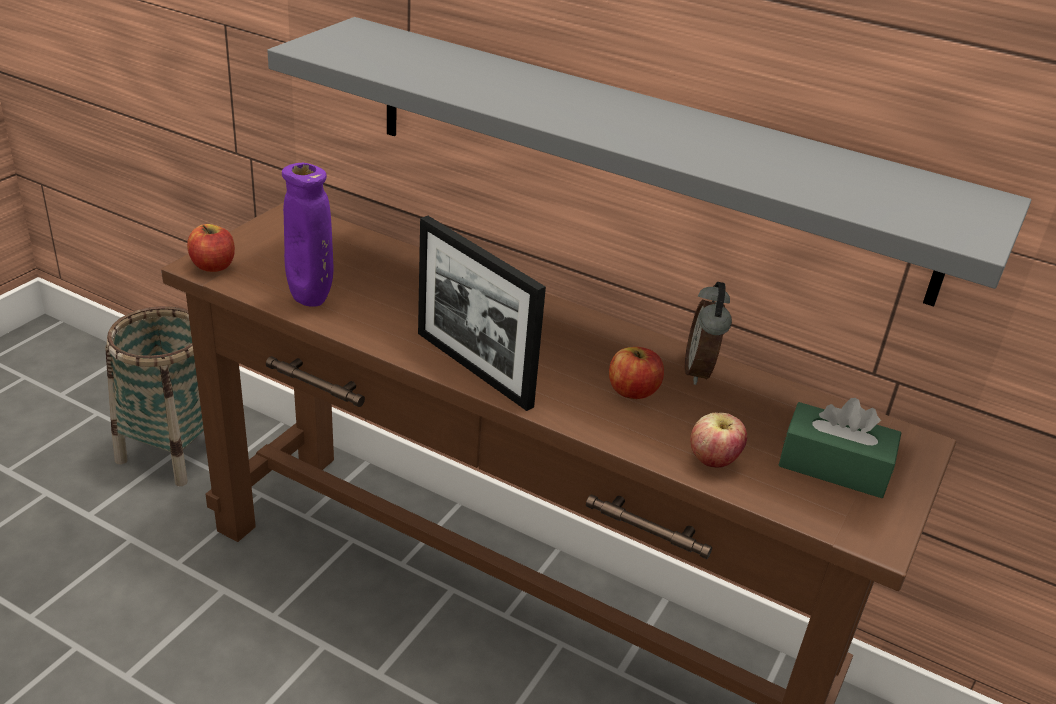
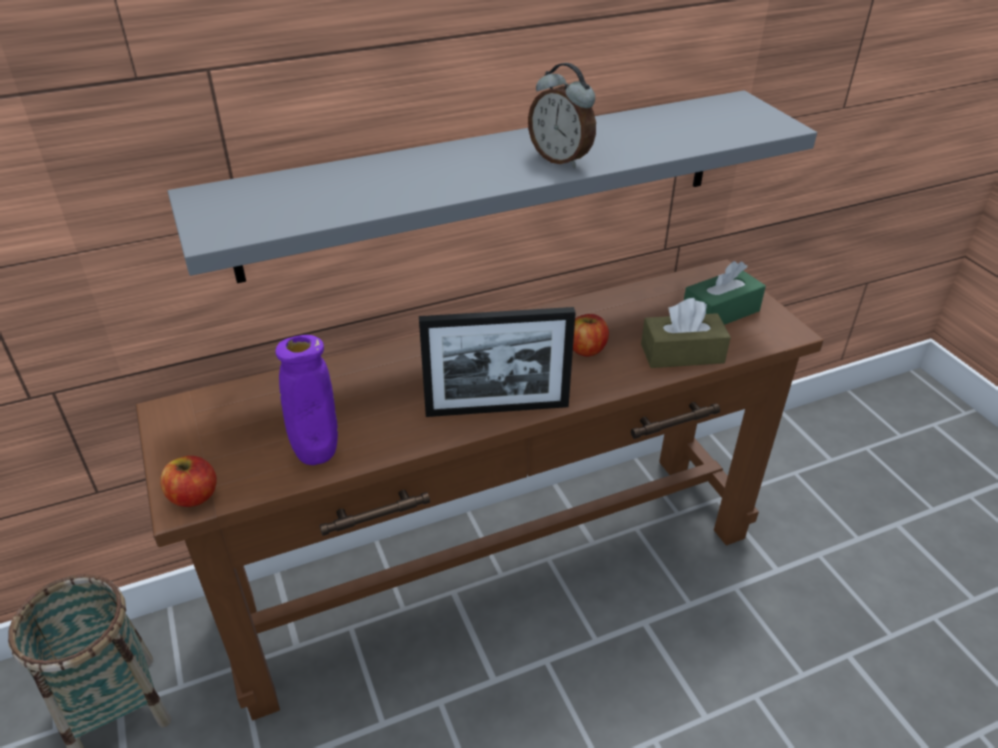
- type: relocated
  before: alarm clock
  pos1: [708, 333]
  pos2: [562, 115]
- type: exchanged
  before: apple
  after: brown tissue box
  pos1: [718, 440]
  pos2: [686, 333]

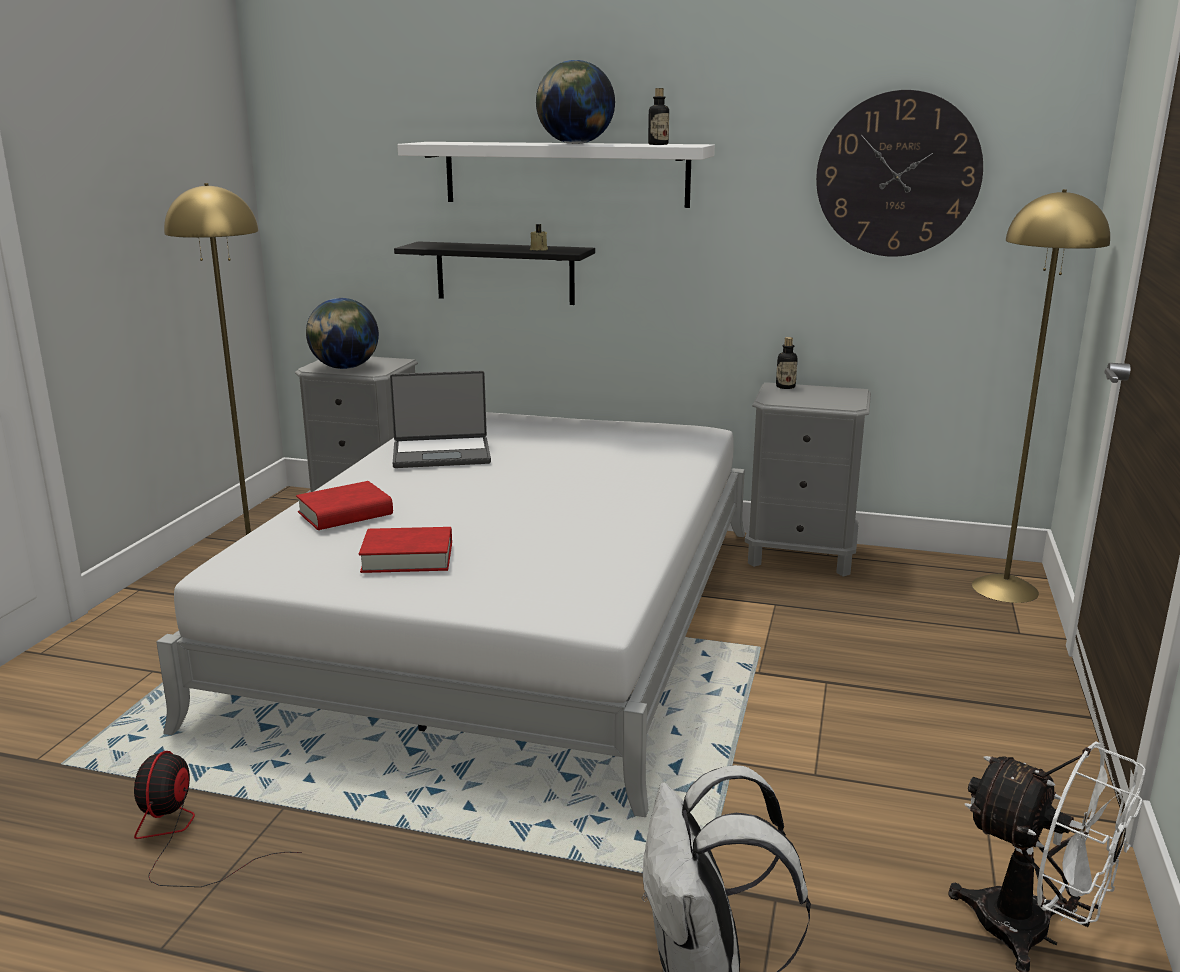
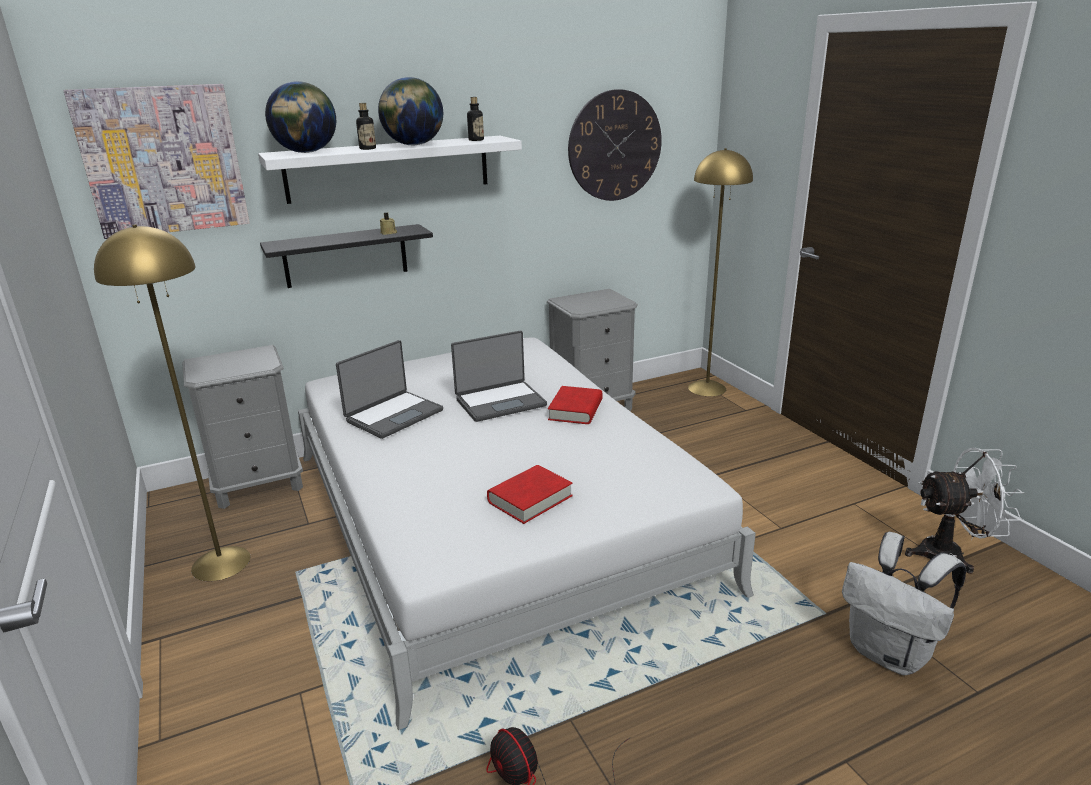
- type: relocated
  before: red book
  pos1: [344, 505]
  pos2: [575, 405]
- type: relocated
  before: globe
  pos1: [342, 333]
  pos2: [300, 117]
- type: relocated
  before: bottle
  pos1: [786, 363]
  pos2: [366, 126]
- type: appeared
  after: picture
  pos2: [157, 161]
- type: appeared
  after: laptop
  pos2: [499, 376]

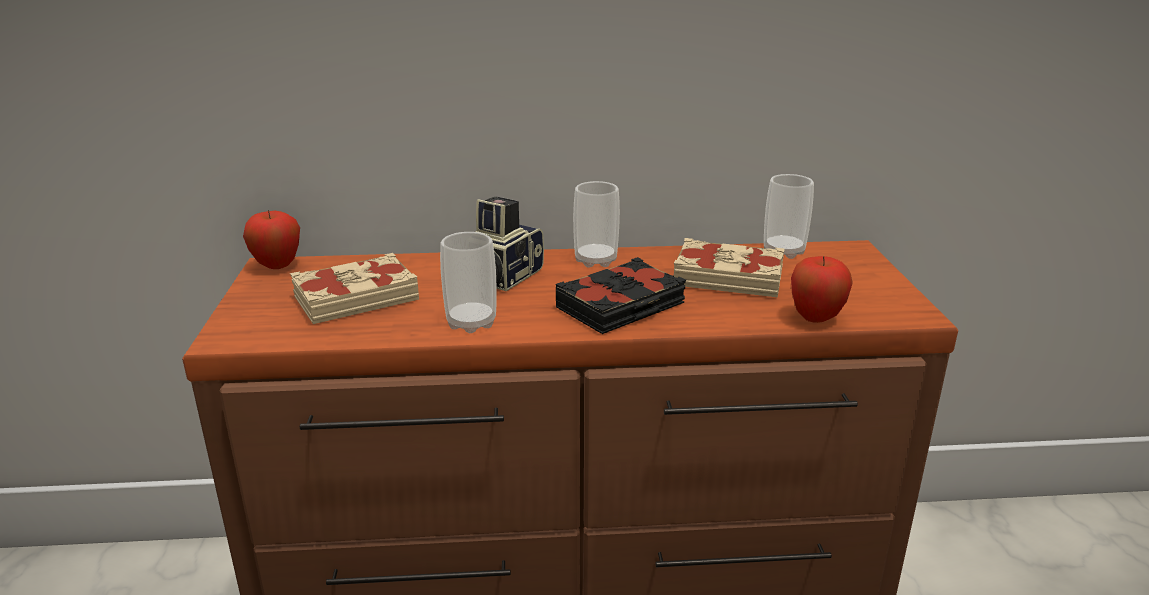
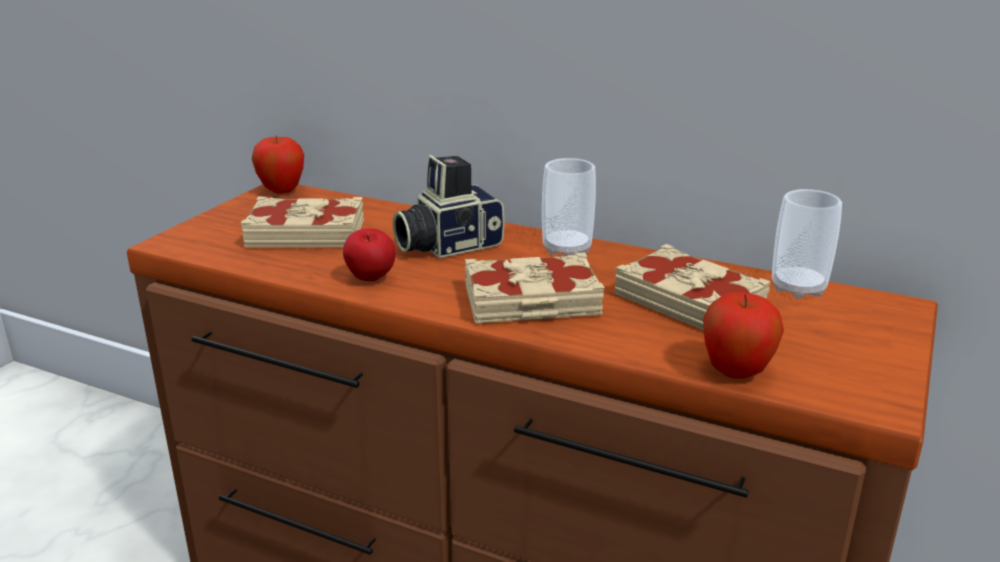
- type: exchanged
  before: cup
  after: apple
  pos1: [468, 282]
  pos2: [369, 254]
- type: colour
  before: black book
  after: beige book
  pos1: [621, 295]
  pos2: [535, 287]

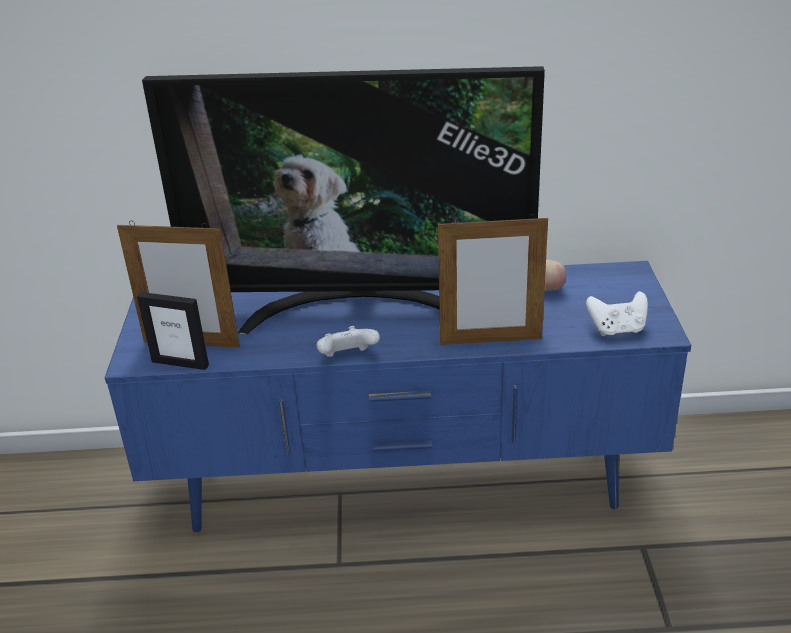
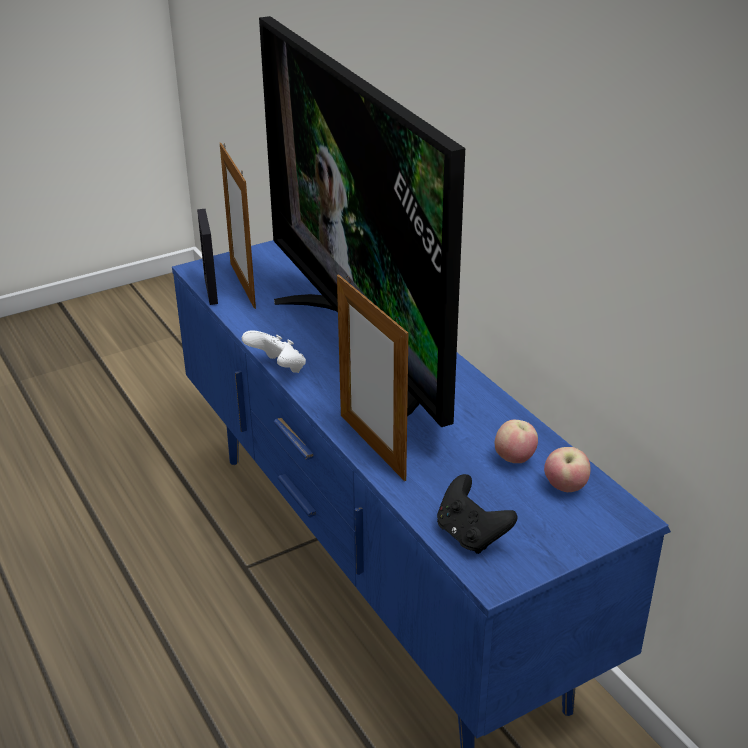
- type: colour
  before: white game controller
  after: black game controller
  pos1: [617, 313]
  pos2: [477, 514]
- type: appeared
  after: apple
  pos2: [567, 469]

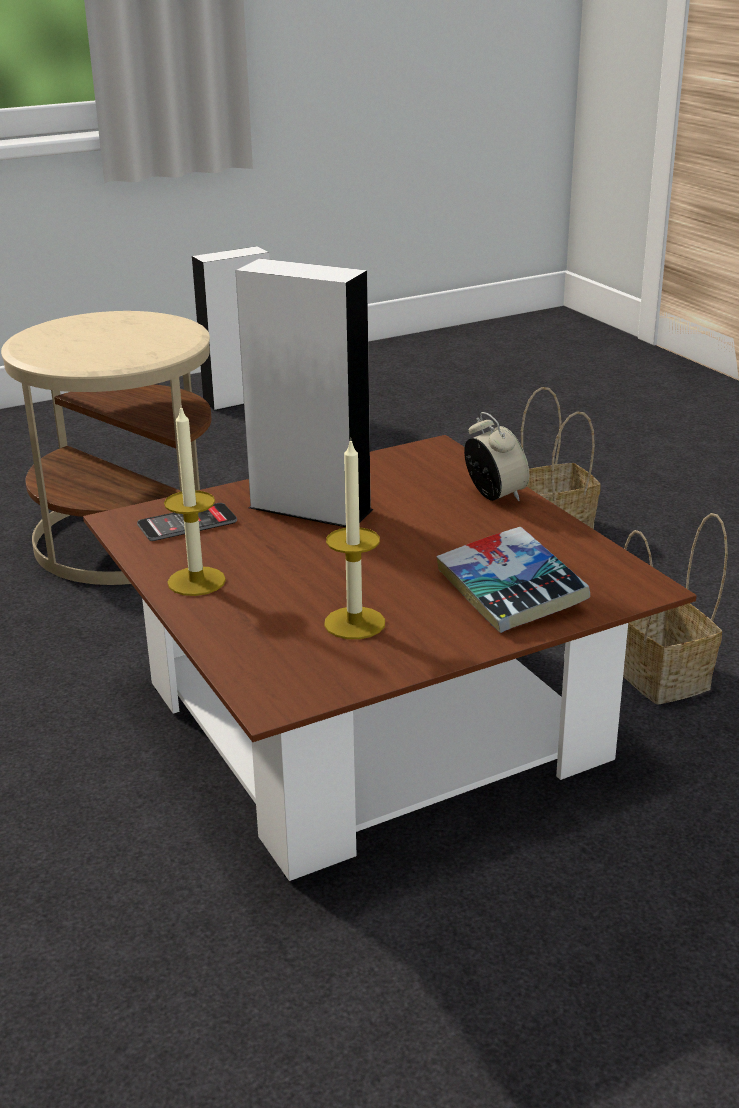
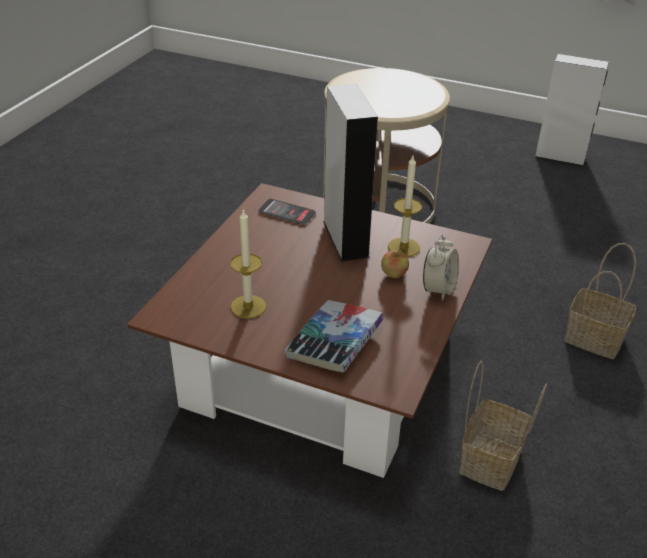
- type: relocated
  before: candle
  pos1: [195, 500]
  pos2: [405, 206]
- type: appeared
  after: apple
  pos2: [395, 263]

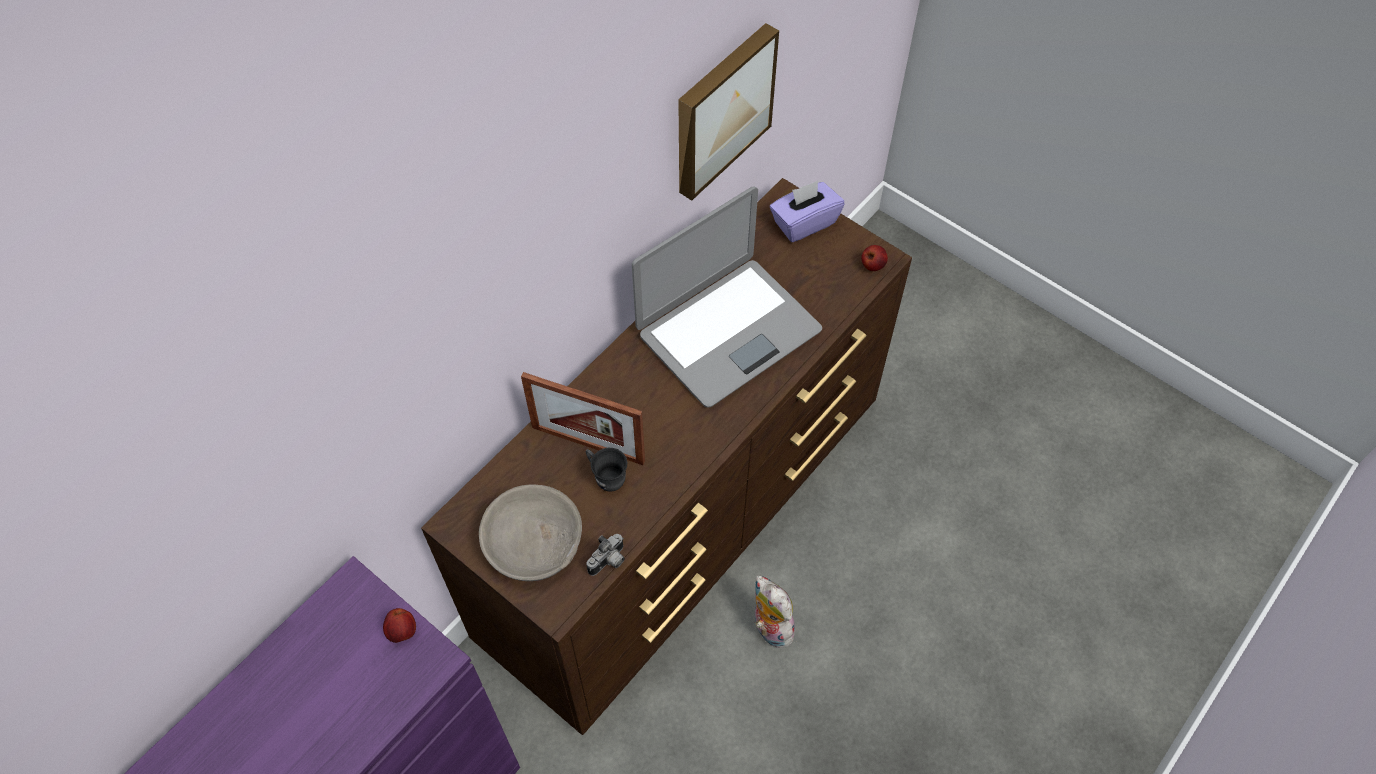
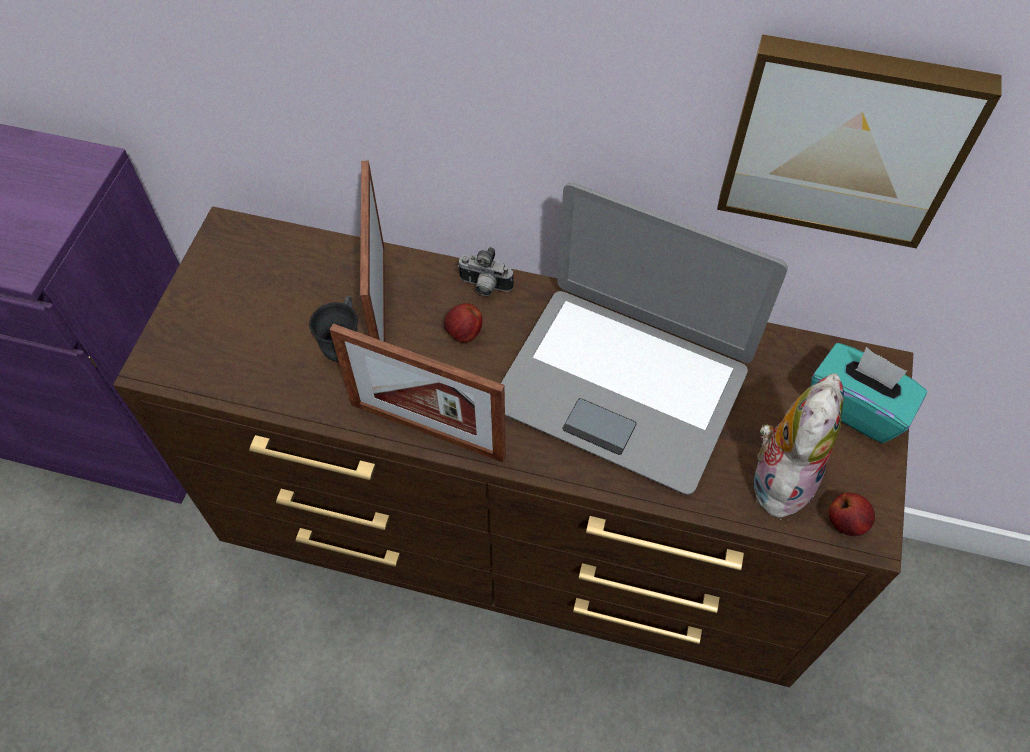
- type: relocated
  before: apple
  pos1: [399, 625]
  pos2: [463, 323]
- type: missing
  before: grey bowl
  pos1: [530, 532]
- type: relocated
  before: photo camera
  pos1: [605, 555]
  pos2: [485, 271]
- type: relocated
  before: plush toy
  pos1: [775, 611]
  pos2: [799, 449]
- type: colour
  before: purple tissue box
  after: turquoise tissue box
  pos1: [807, 211]
  pos2: [869, 393]
- type: appeared
  after: picture frame
  pos2: [417, 392]

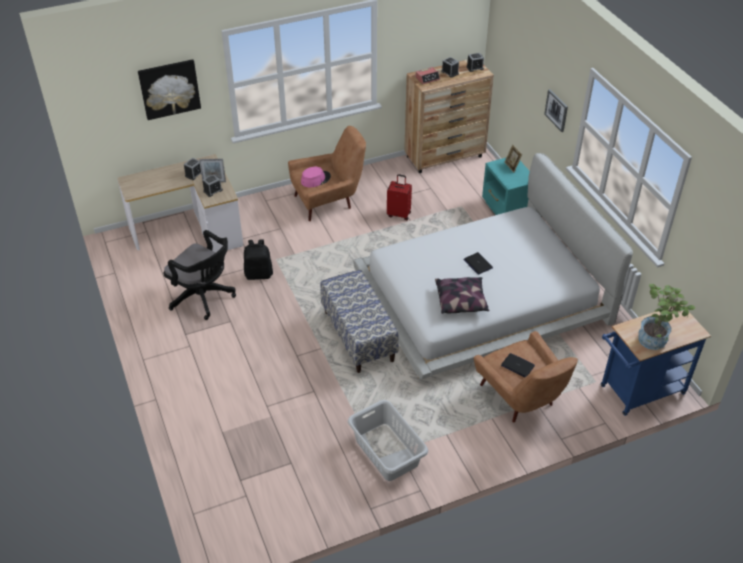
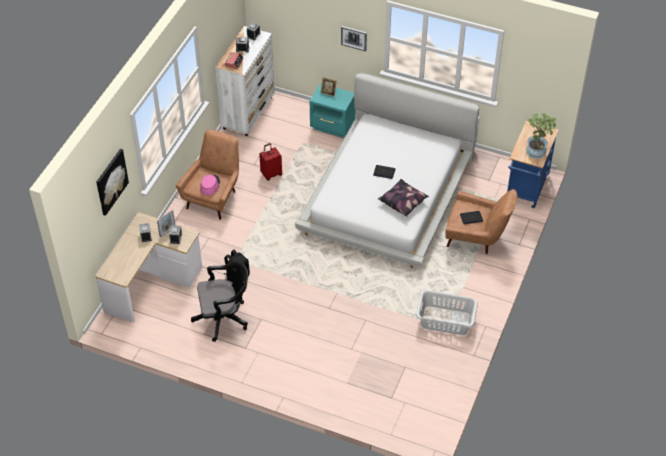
- type: missing
  before: bench
  pos1: [359, 321]
- type: colour
  before: brown dresser
  after: white dresser
  pos1: [449, 116]
  pos2: [245, 81]

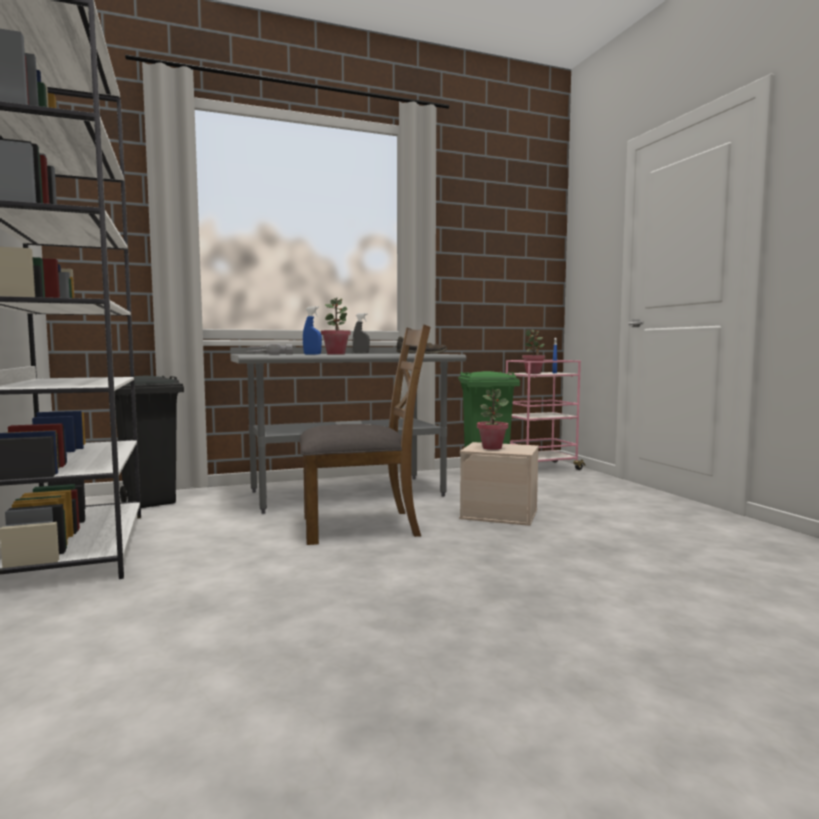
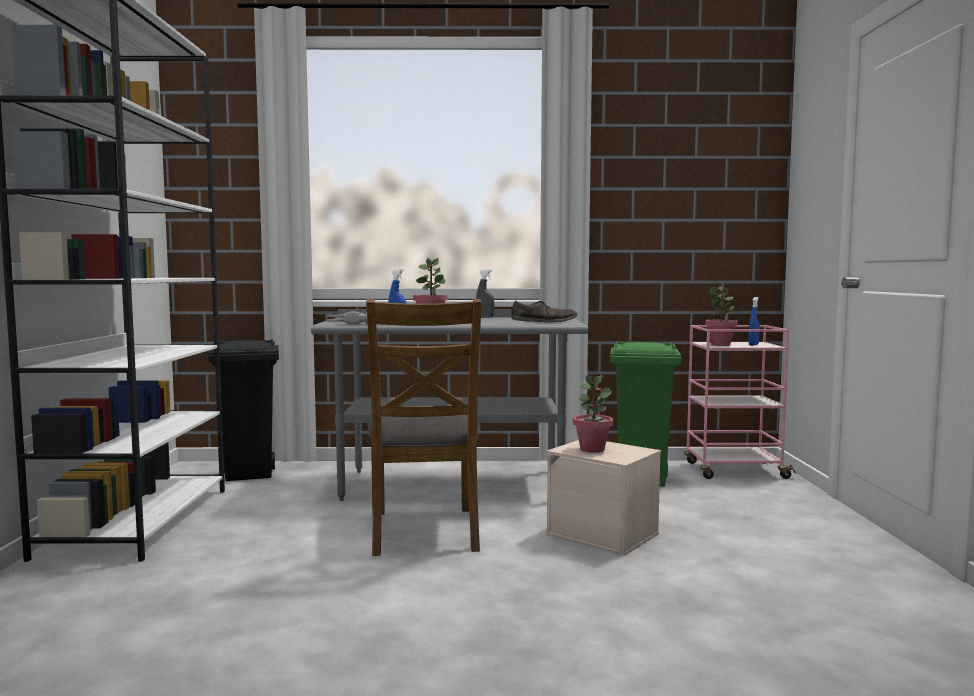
- type: spun
  before: brown chair
  pos1: [364, 435]
  pos2: [424, 427]
  turn: 75

